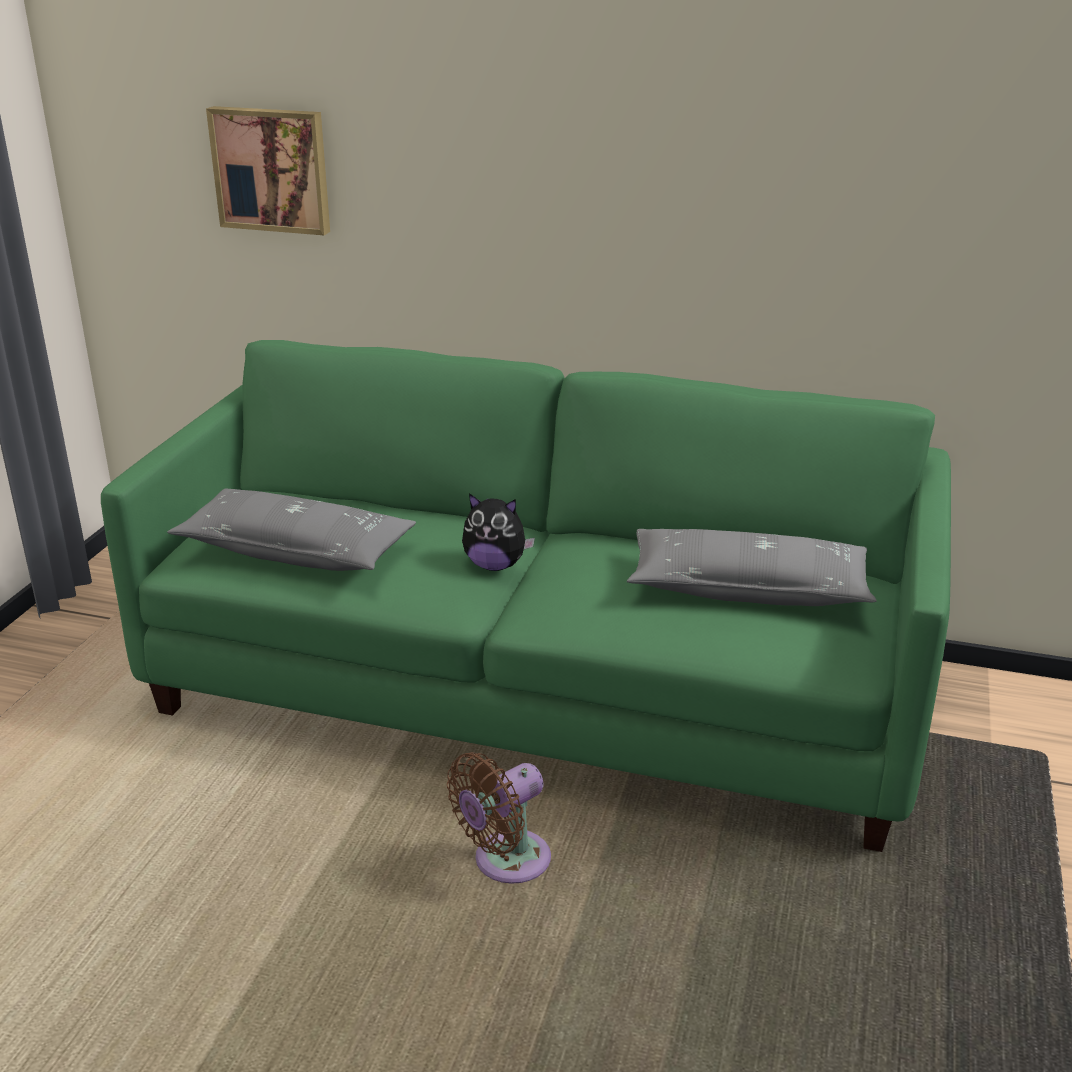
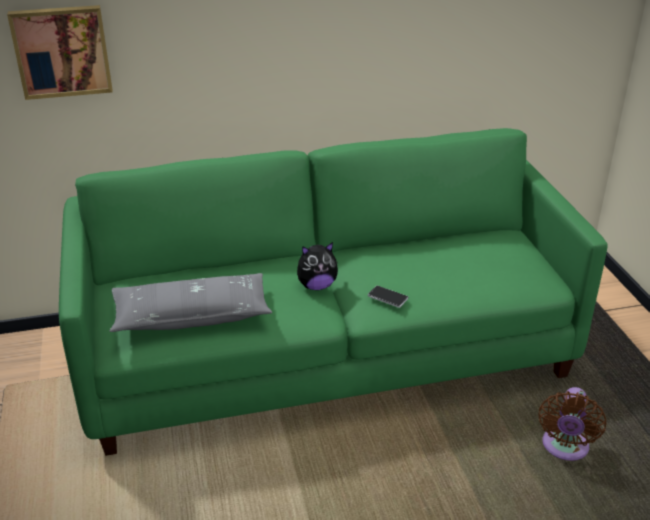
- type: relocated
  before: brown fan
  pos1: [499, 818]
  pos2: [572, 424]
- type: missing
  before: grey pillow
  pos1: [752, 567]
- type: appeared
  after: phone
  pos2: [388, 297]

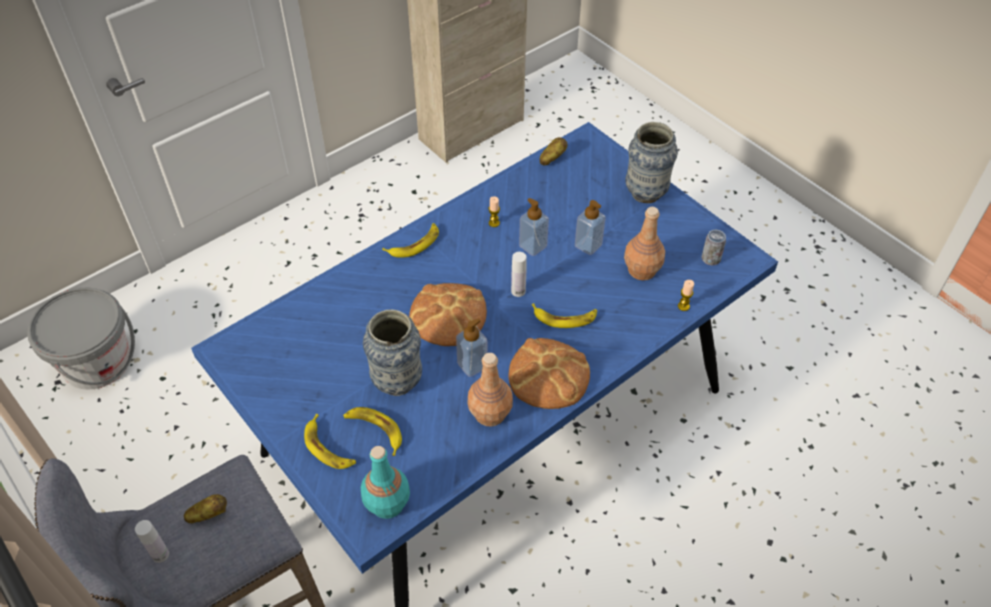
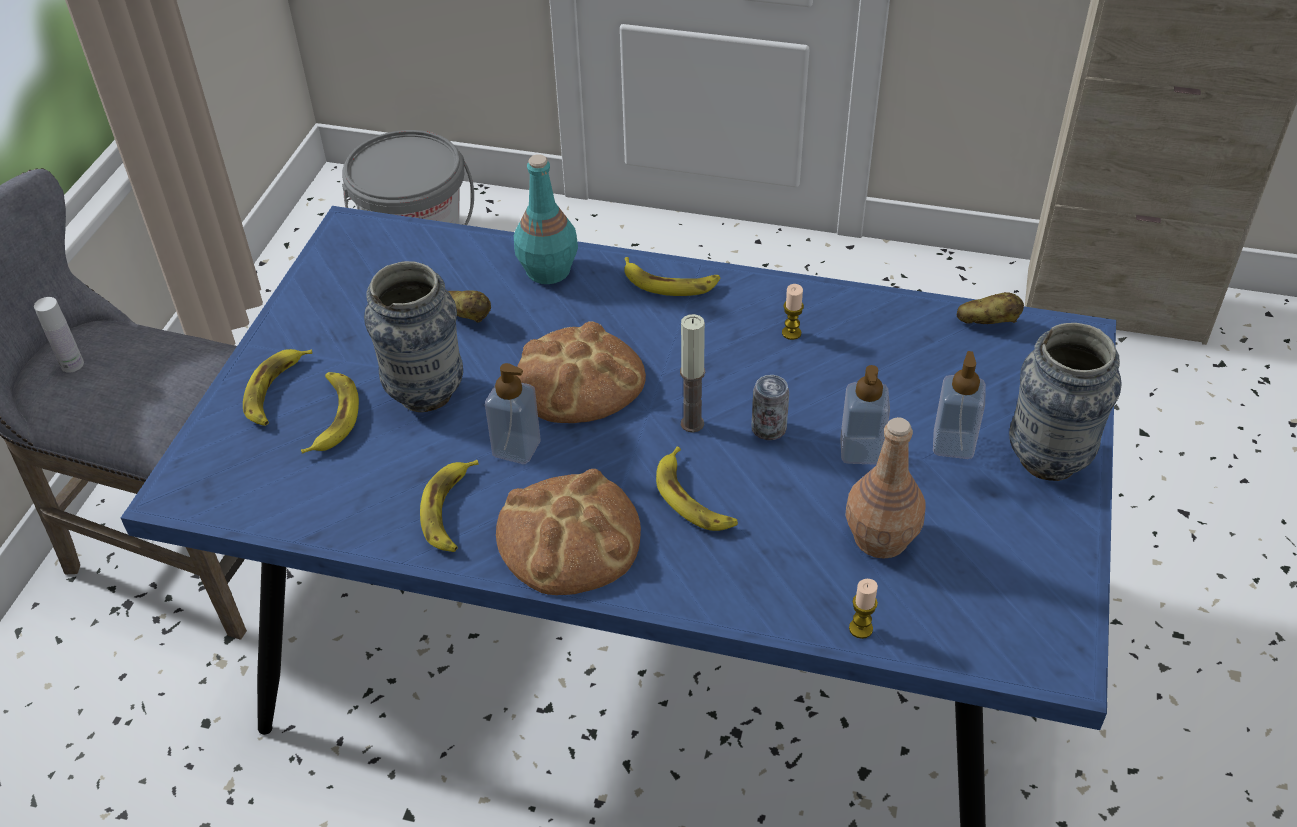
- type: relocated
  before: potato
  pos1: [205, 508]
  pos2: [469, 306]
- type: relocated
  before: turquoise bottle
  pos1: [385, 482]
  pos2: [546, 219]
- type: exchanged
  before: brown bottle
  after: banana
  pos1: [490, 390]
  pos2: [449, 506]
- type: exchanged
  before: white bottle
  after: candle
  pos1: [519, 274]
  pos2: [692, 373]
- type: relocated
  before: soap dispenser
  pos1: [534, 227]
  pos2: [959, 405]
- type: relocated
  before: can
  pos1: [714, 247]
  pos2: [770, 407]

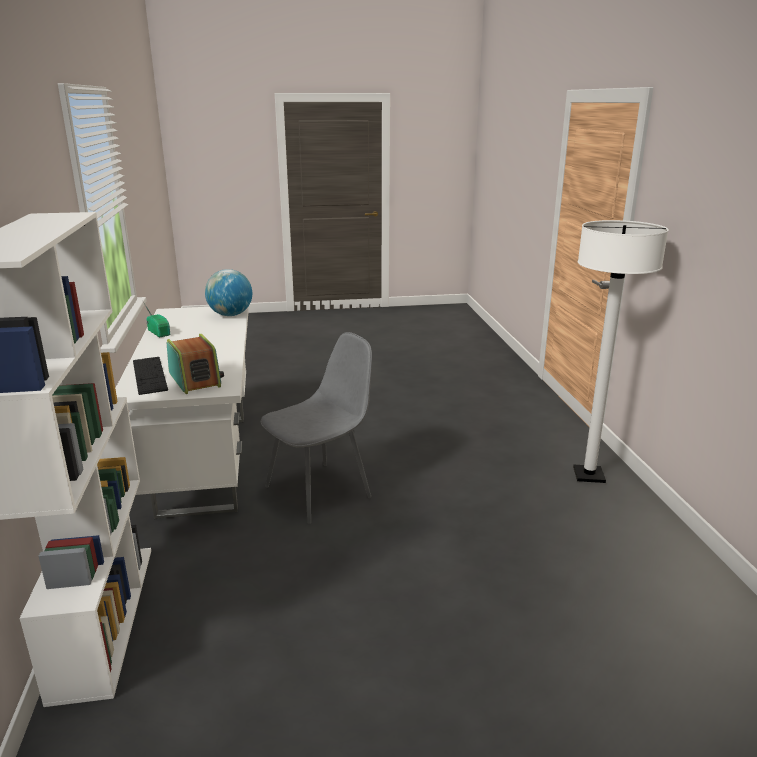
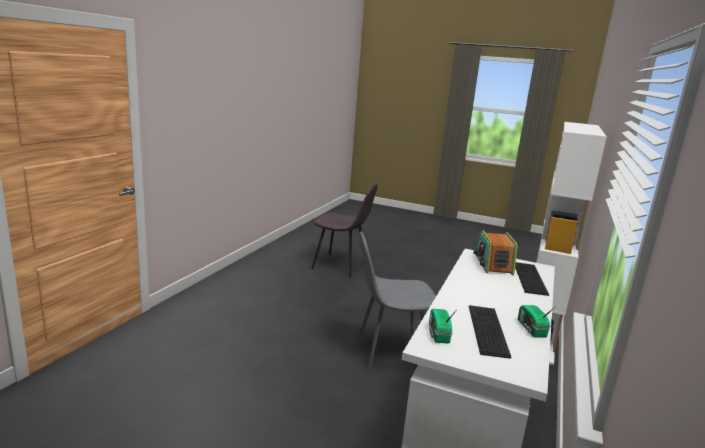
- type: exchanged
  before: globe
  after: radio
  pos1: [228, 292]
  pos2: [442, 326]
- type: missing
  before: white floor lamp
  pos1: [621, 351]
- type: appeared
  after: grey chair
  pos2: [345, 230]
- type: appeared
  after: keyboard
  pos2: [490, 332]

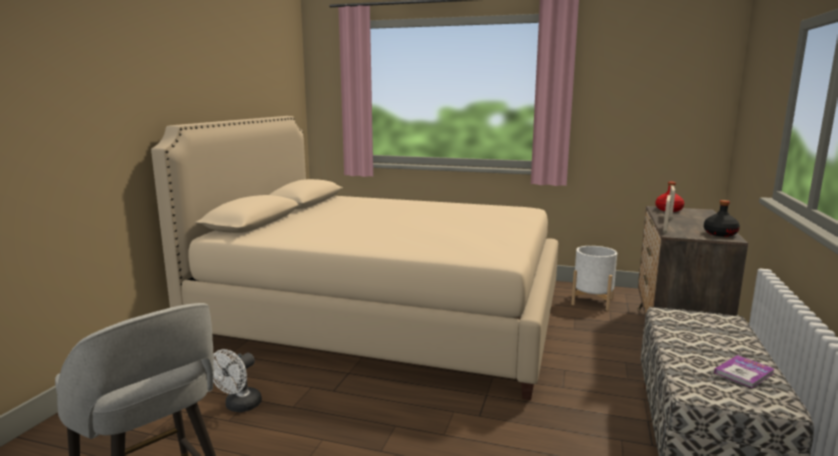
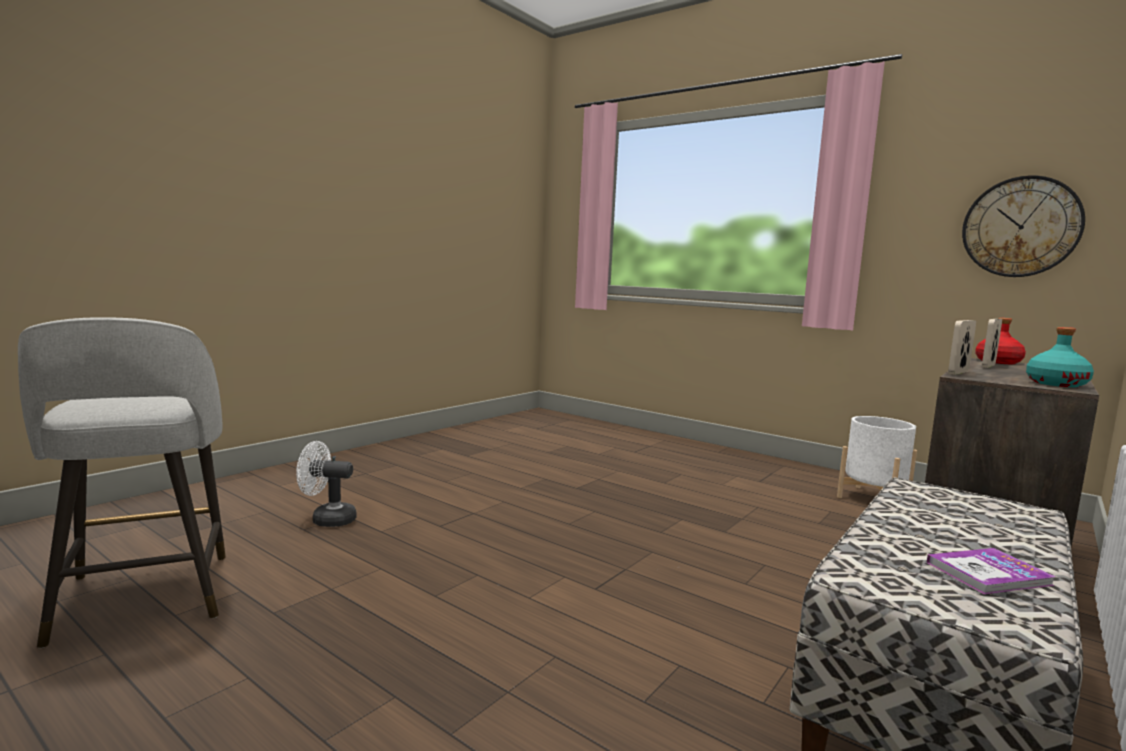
- type: missing
  before: beige bed
  pos1: [354, 258]
- type: spun
  before: white fan
  pos1: [237, 380]
  pos2: [326, 484]
  turn: 45
- type: colour
  before: black bottle
  after: turquoise bottle
  pos1: [722, 218]
  pos2: [1060, 357]
- type: appeared
  after: wall clock
  pos2: [1023, 226]

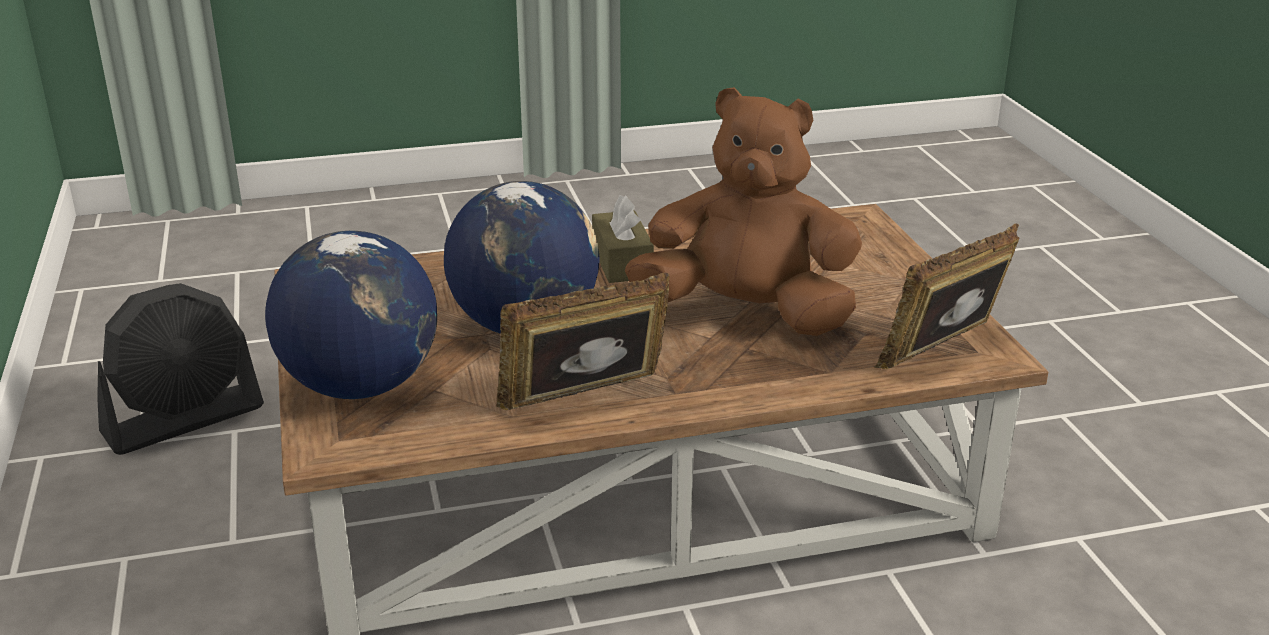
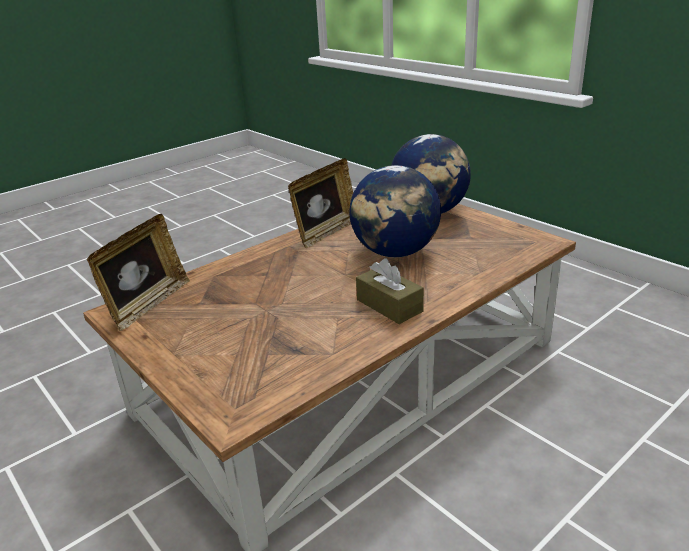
- type: missing
  before: black fan
  pos1: [180, 369]
- type: missing
  before: brown plush toy
  pos1: [743, 211]

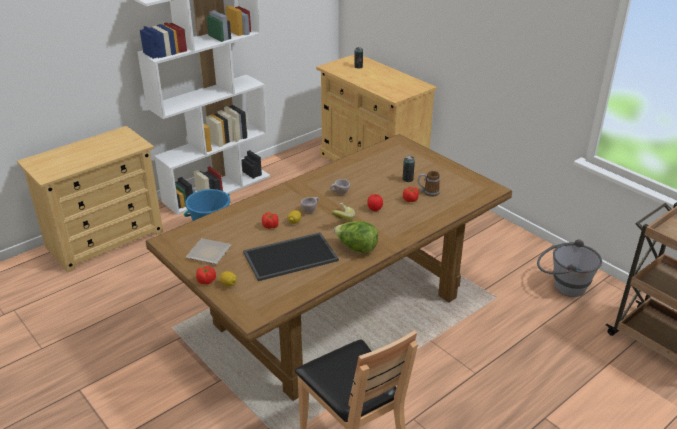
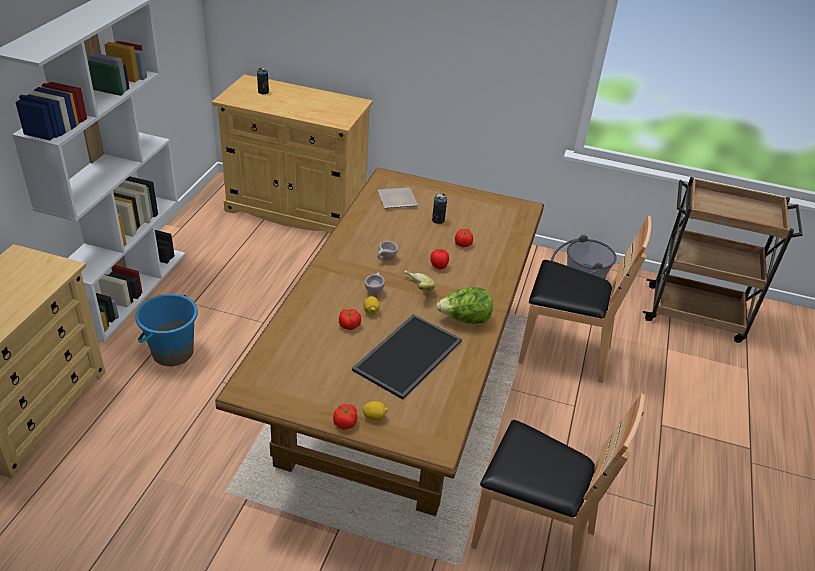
- type: relocated
  before: plate
  pos1: [209, 251]
  pos2: [398, 197]
- type: missing
  before: mug
  pos1: [429, 183]
- type: appeared
  after: brown chair
  pos2: [585, 299]

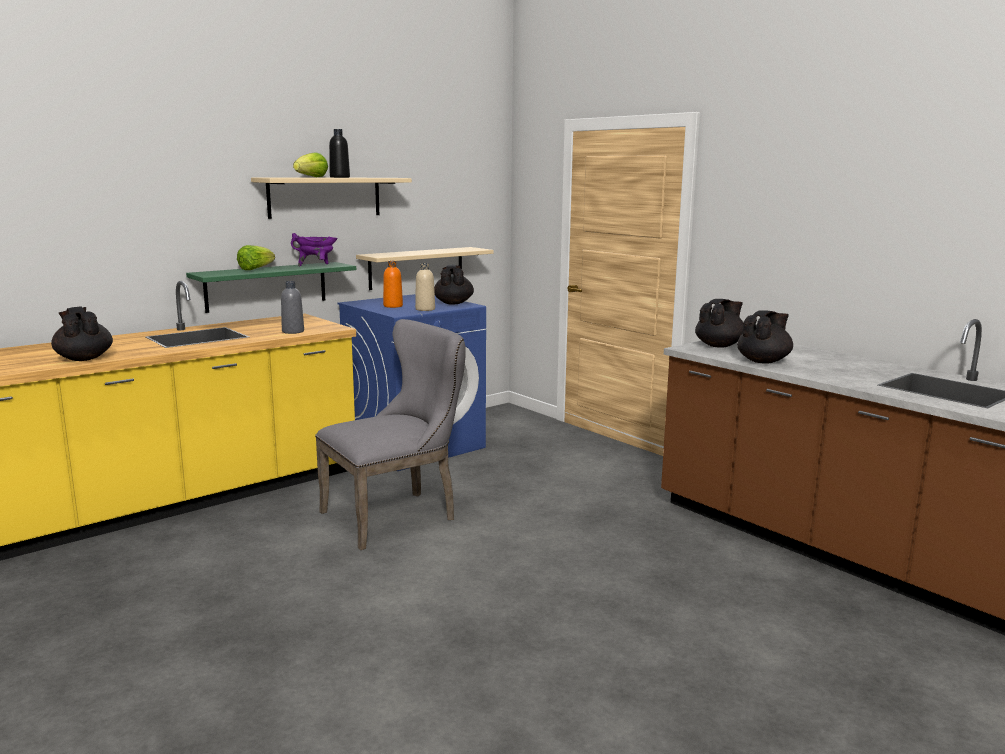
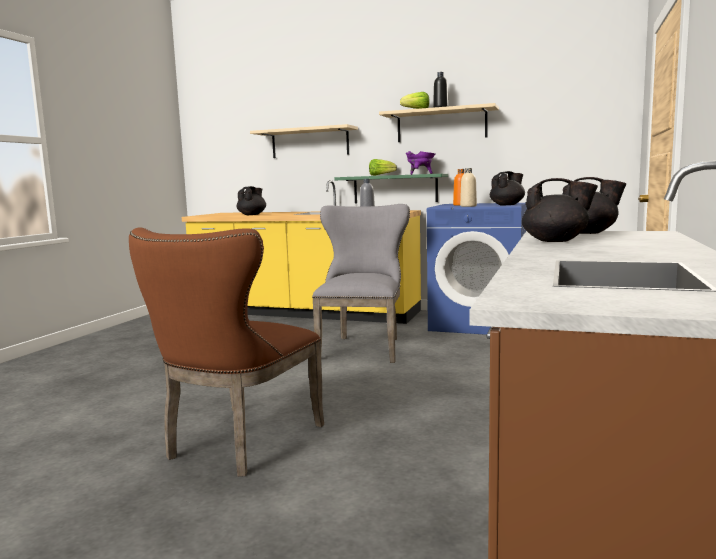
- type: spun
  before: grey chair
  pos1: [390, 434]
  pos2: [361, 283]
  turn: -105
- type: relocated
  before: beige shelf
  pos1: [425, 268]
  pos2: [304, 141]
- type: appeared
  after: brown chair
  pos2: [226, 352]

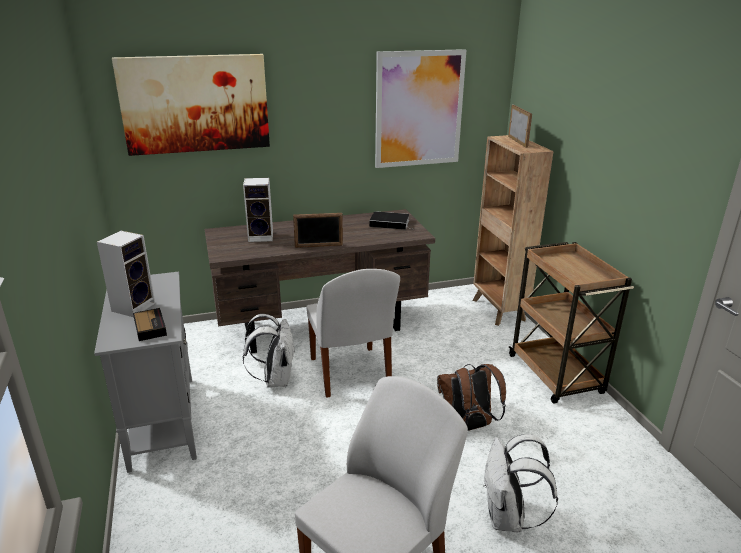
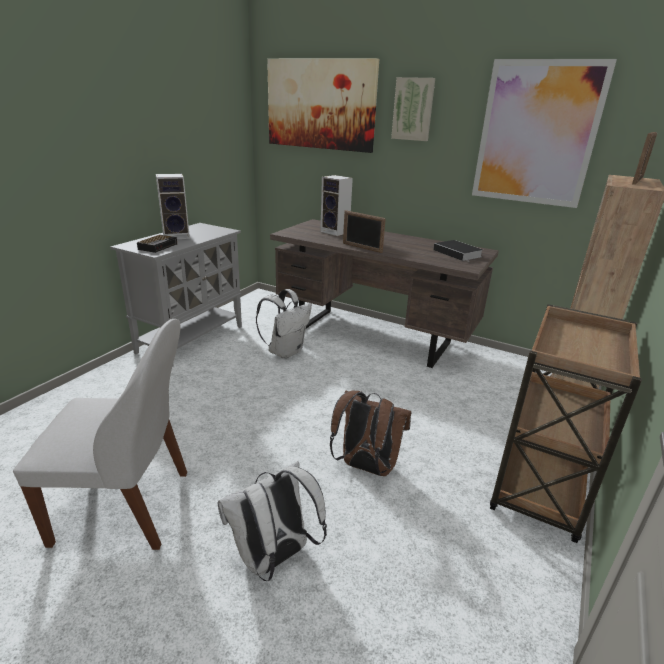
- type: missing
  before: white chair
  pos1: [353, 333]
- type: appeared
  after: picture
  pos2: [413, 109]

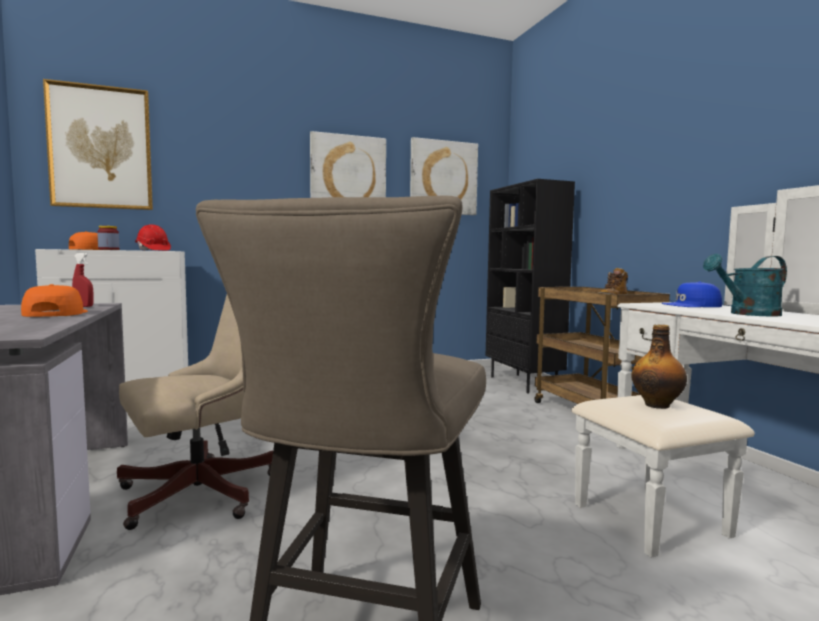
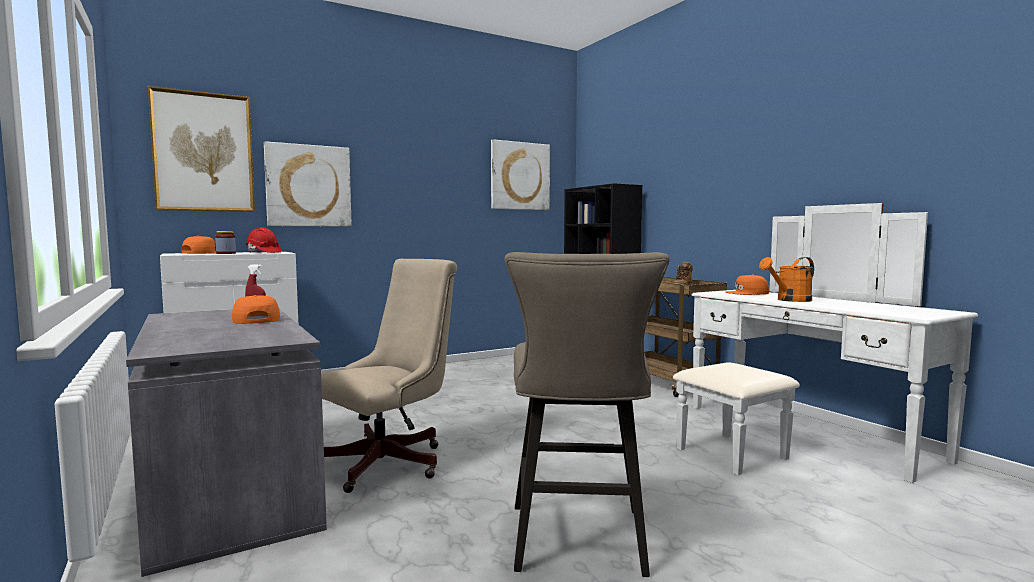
- type: relocated
  before: picture
  pos1: [348, 164]
  pos2: [308, 184]
- type: missing
  before: bottle
  pos1: [659, 366]
- type: colour
  before: blue cap
  after: orange cap
  pos1: [692, 294]
  pos2: [747, 285]
- type: colour
  before: turquoise watering can
  after: orange watering can
  pos1: [745, 285]
  pos2: [786, 279]

